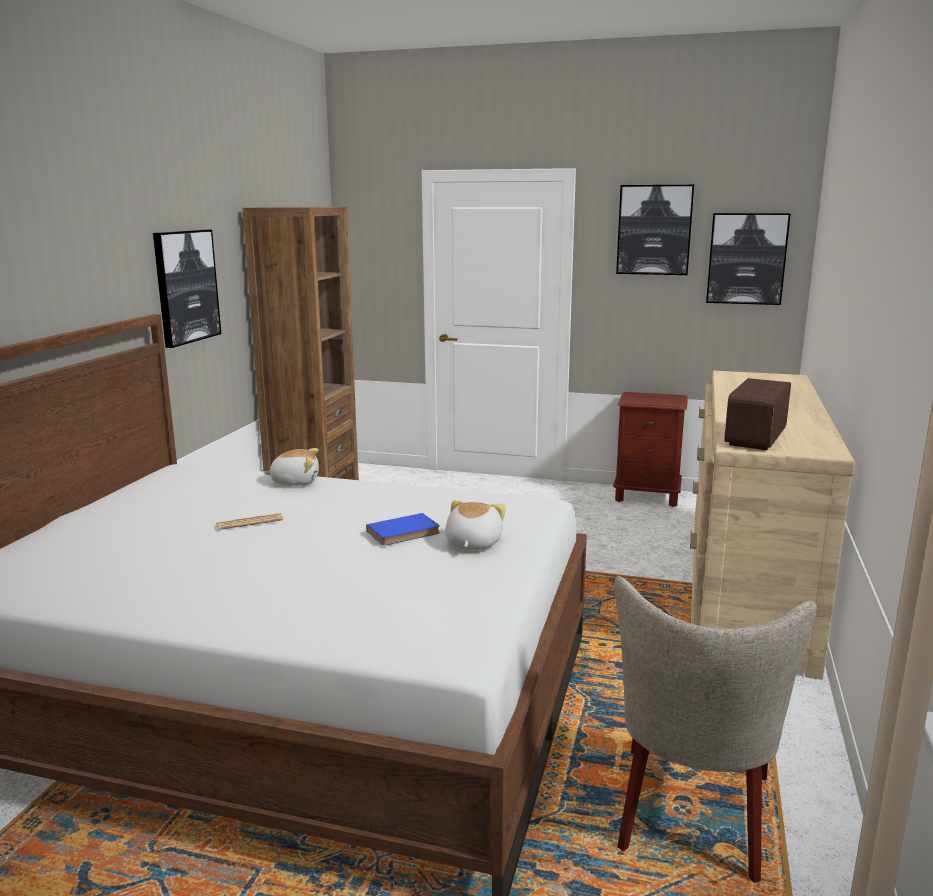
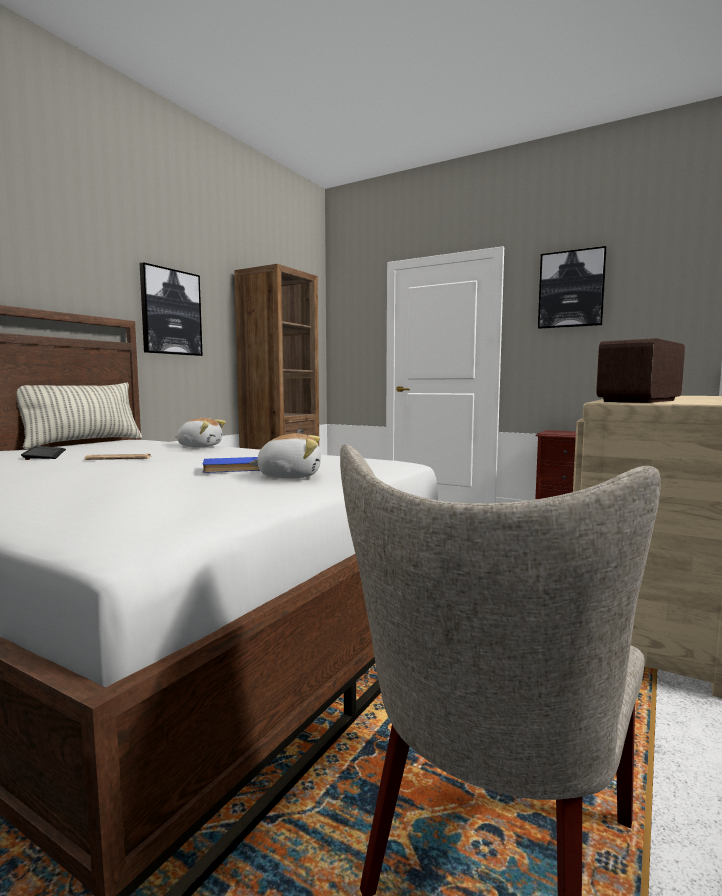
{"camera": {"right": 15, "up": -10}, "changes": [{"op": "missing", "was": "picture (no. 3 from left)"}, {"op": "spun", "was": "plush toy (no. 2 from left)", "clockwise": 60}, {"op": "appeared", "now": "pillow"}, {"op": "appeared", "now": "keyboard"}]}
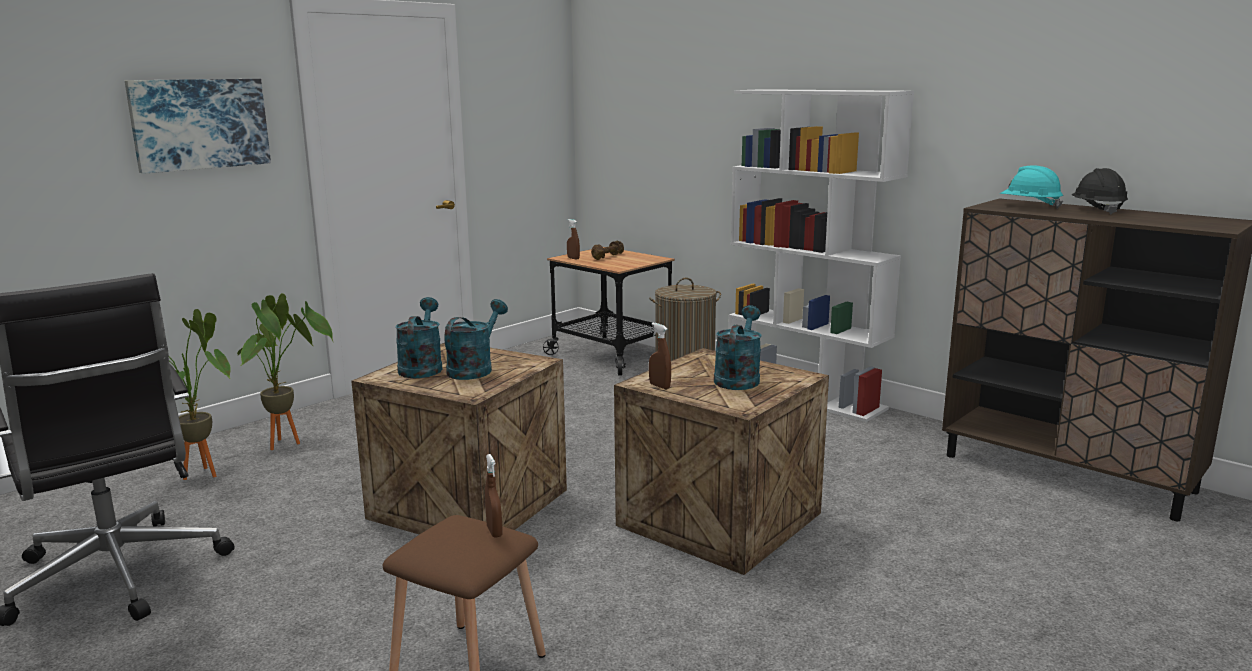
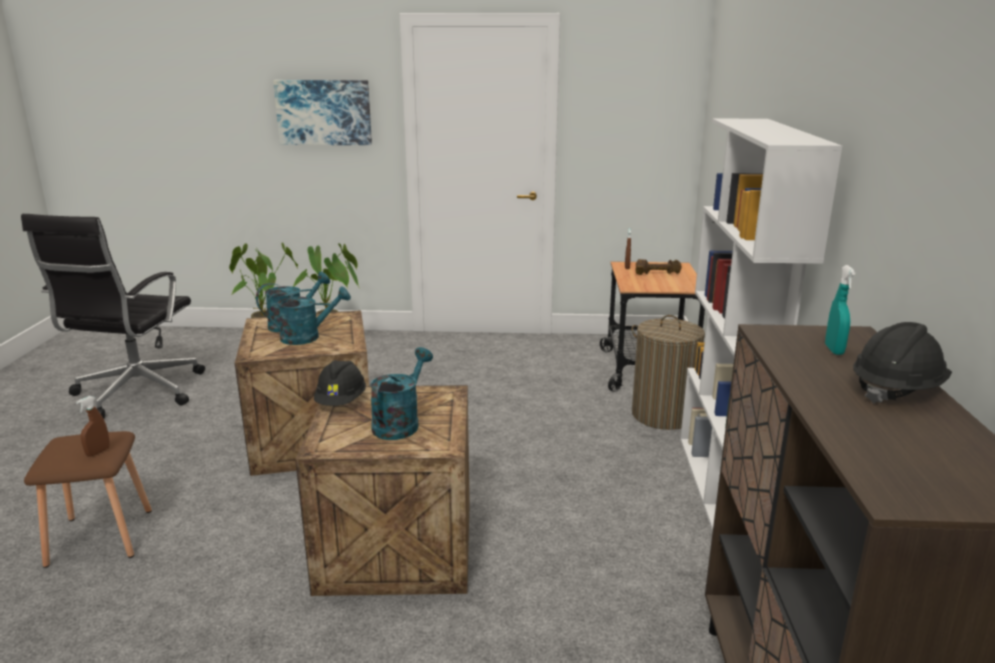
{"camera": {"right": 50, "up": 5}, "changes": [{"op": "exchanged", "was": "turquoise hard hat", "now": "turquoise spray bottle"}, {"op": "spun", "was": "turquoise watering can (no. 3 from left)", "clockwise": -45}, {"op": "exchanged", "was": "brown spray bottle (no. 3 from left)", "now": "black hard hat (no. 1 from left)"}]}
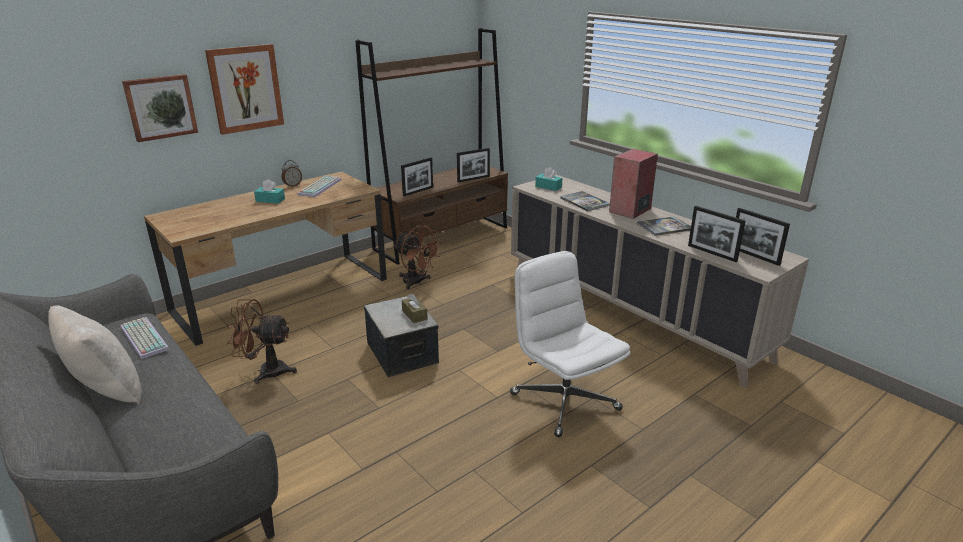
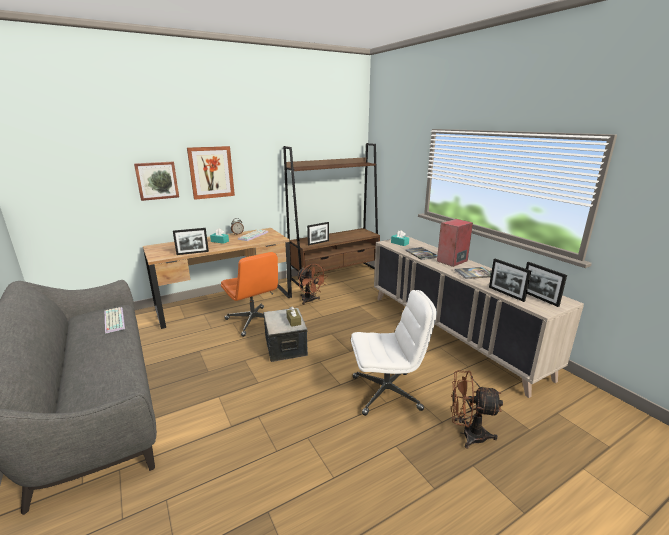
{"camera": {"right": 10, "up": -5}, "changes": [{"op": "relocated", "was": "picture frame (no. 2 from left in the first image)", "now": "picture frame (no. 1 from left)"}, {"op": "spun", "was": "white office chair", "clockwise": 105}, {"op": "relocated", "was": "brown fan (no. 1 from left in the first image)", "now": "brown fan (no. 2 from left)"}, {"op": "missing", "was": "beige pillow"}, {"op": "appeared", "now": "orange office chair"}]}
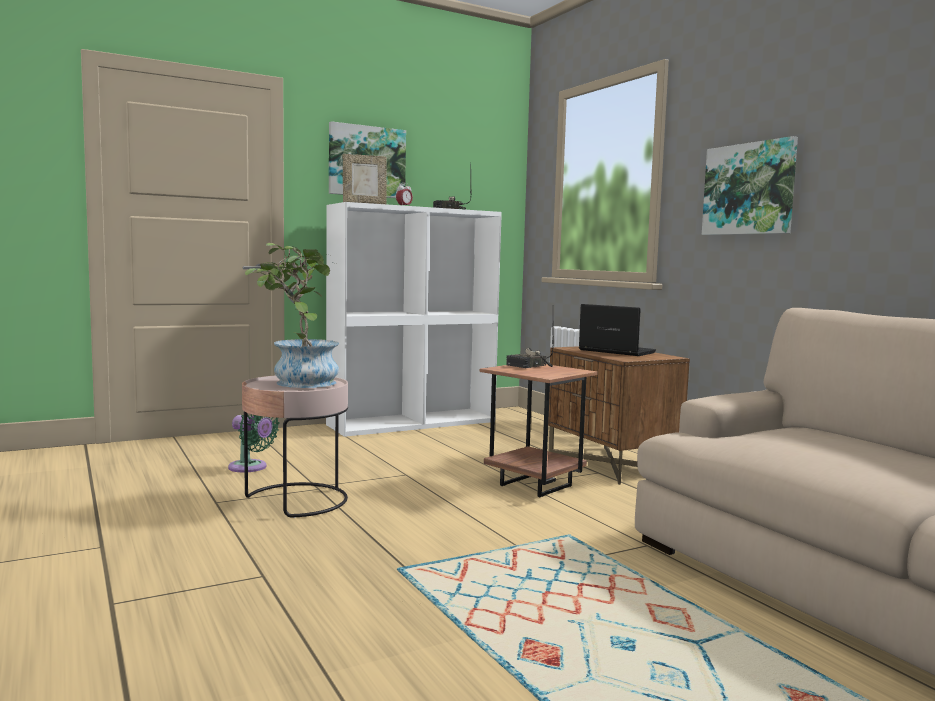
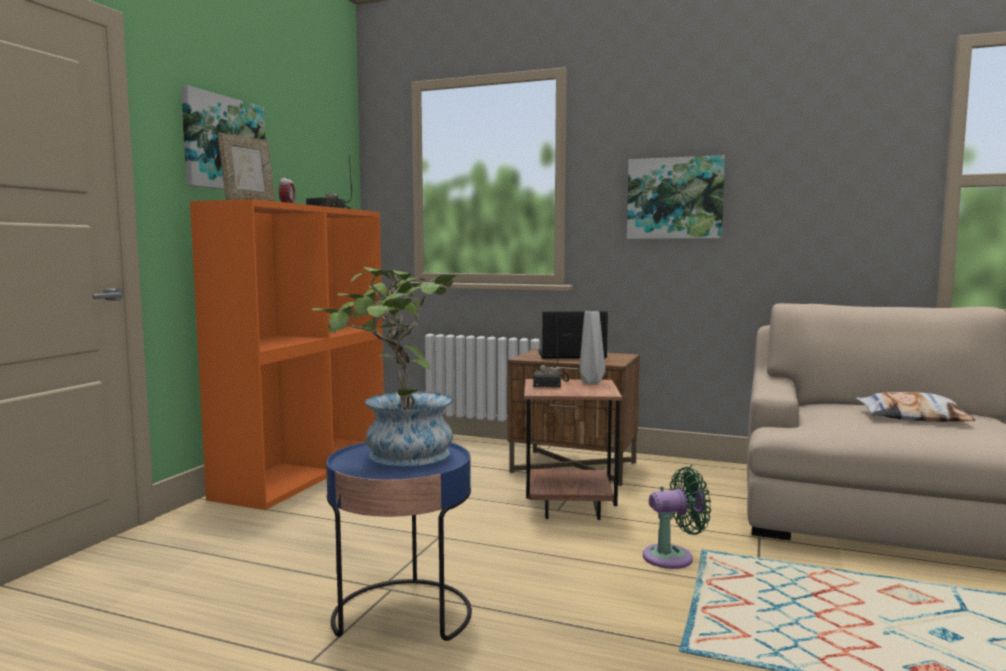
{"camera": {"right": -40, "up": 0}, "changes": [{"op": "colour", "was": "white bookcase", "now": "orange bookcase"}, {"op": "colour", "was": "pink side table", "now": "blue side table"}, {"op": "relocated", "was": "green fan"}, {"op": "appeared", "now": "grey vase"}, {"op": "appeared", "now": "pillow"}]}
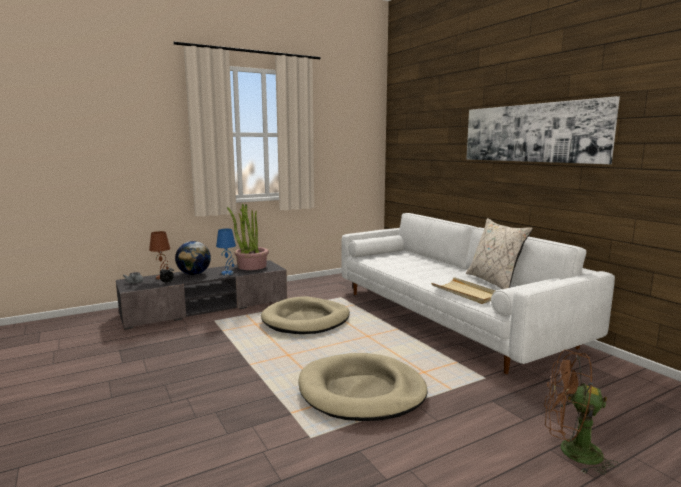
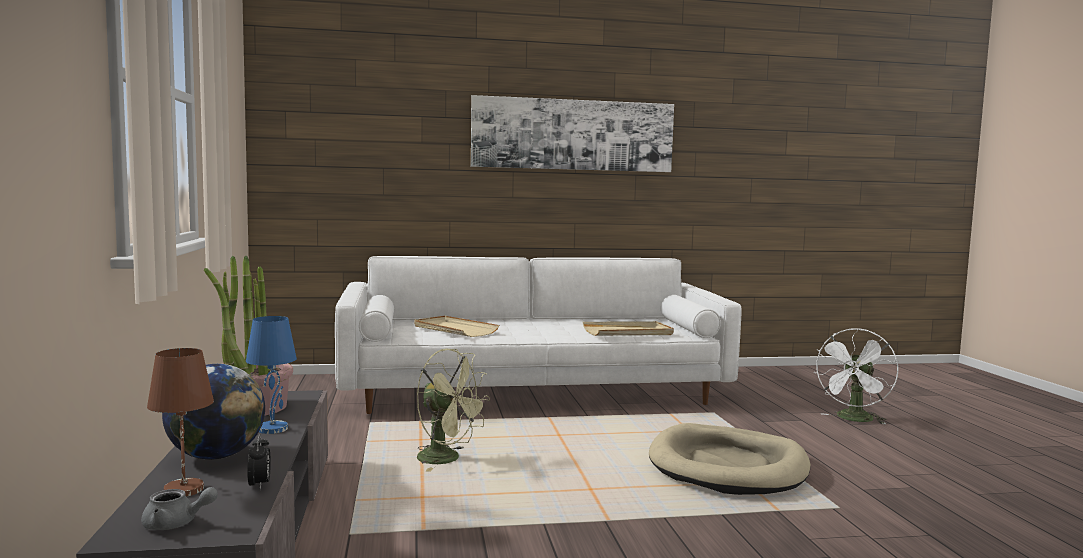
{"camera": {"right": -70, "up": -5}, "changes": [{"op": "missing", "was": "beige pillow"}, {"op": "exchanged", "was": "beige dog bed (no. 1 from left)", "now": "green fan"}, {"op": "colour", "was": "brown fan", "now": "white fan"}, {"op": "appeared", "now": "beige tray (no. 1 from left)"}]}
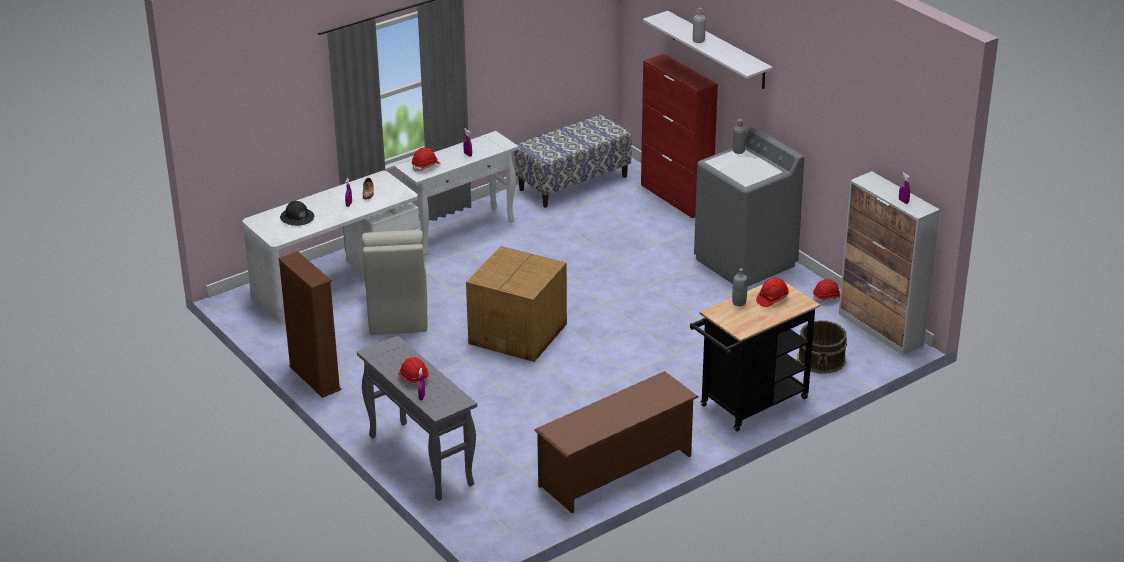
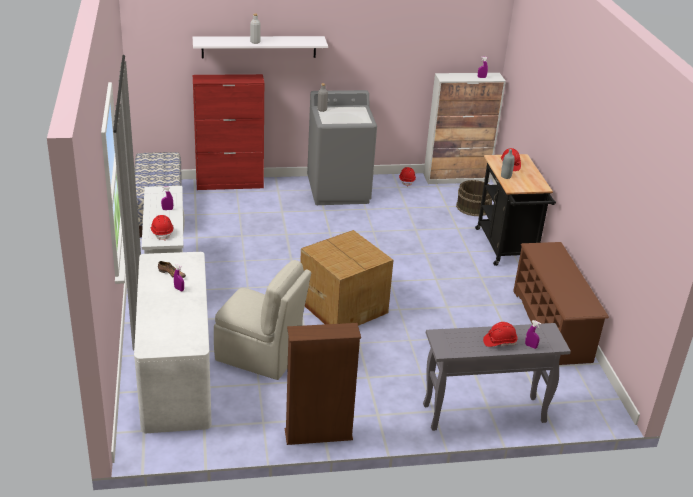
{"camera": {"right": -65, "up": 0}, "changes": [{"op": "missing", "was": "black hard hat"}]}
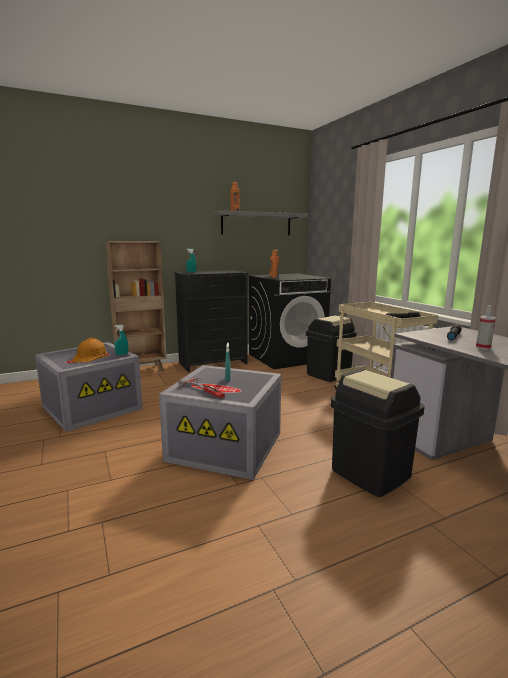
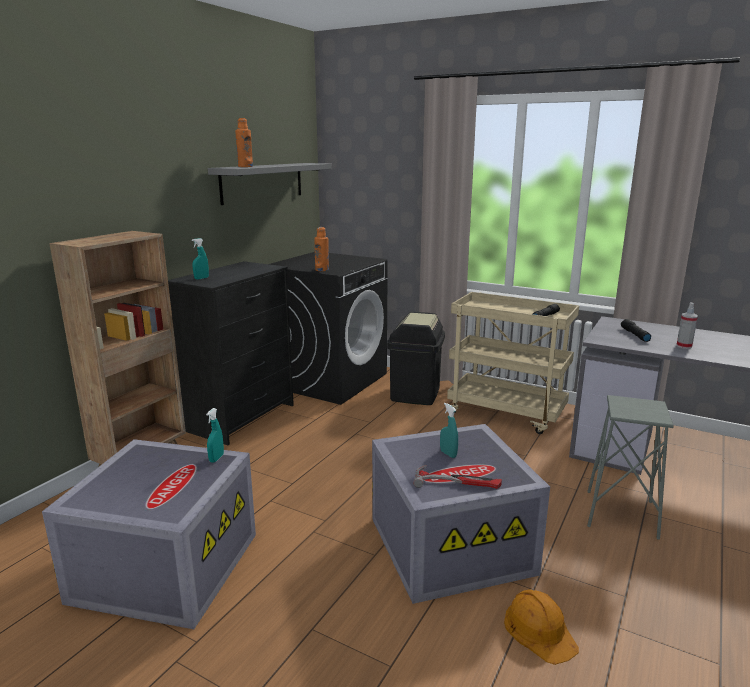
{"camera": {"right": -35, "up": 5}, "changes": [{"op": "relocated", "was": "orange hard hat"}, {"op": "exchanged", "was": "black trash can (no. 2 from left)", "now": "grey stool"}]}
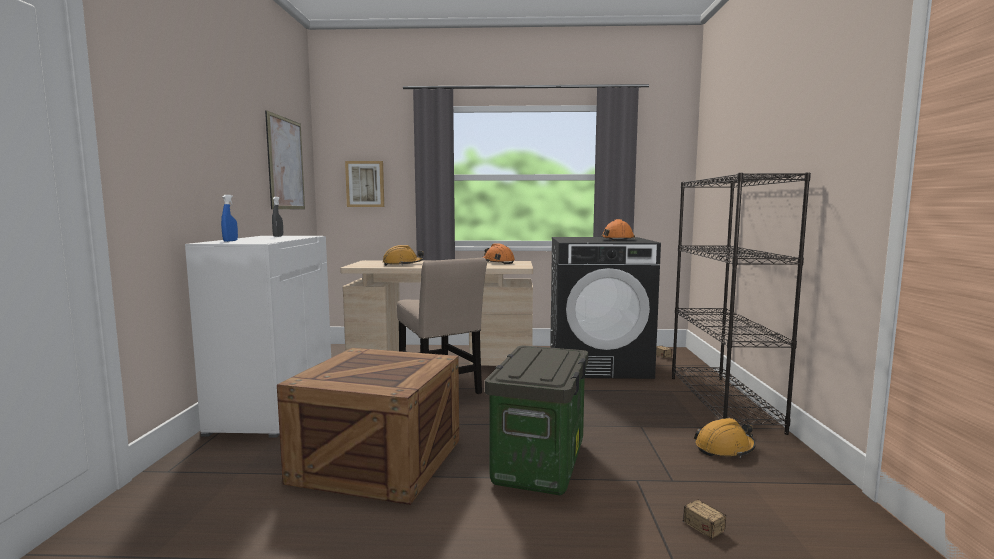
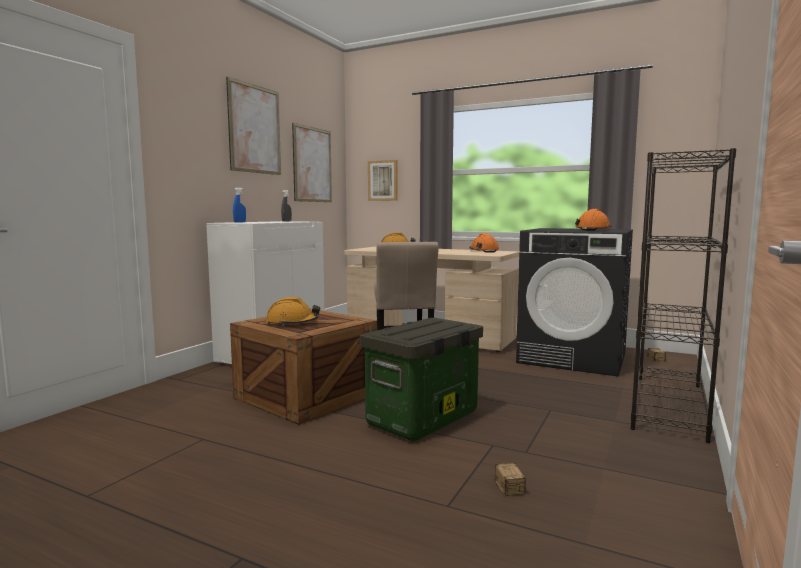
{"camera": {"right": 25, "up": 0}, "changes": [{"op": "relocated", "was": "orange hard hat (no. 4 from left in the first image)", "now": "orange hard hat (no. 1 from left)"}, {"op": "appeared", "now": "picture (no. 1 from left)"}]}
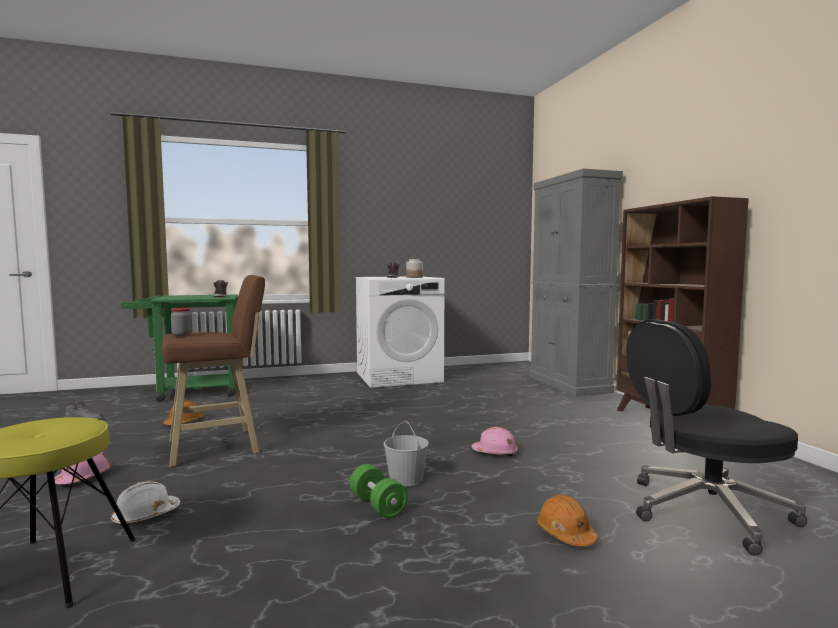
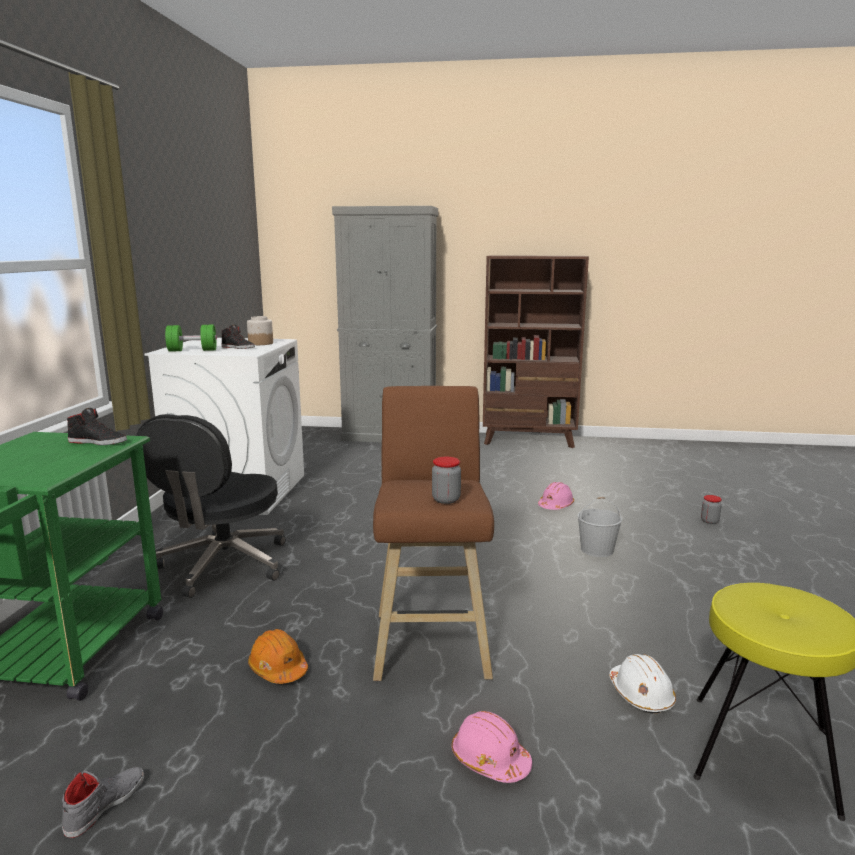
{"camera": {"right": -65, "up": 10}, "changes": [{"op": "relocated", "was": "black office chair"}, {"op": "relocated", "was": "green dumbbell"}, {"op": "exchanged", "was": "orange hard hat (no. 2 from left)", "now": "jar (no. 3 from left)"}]}
